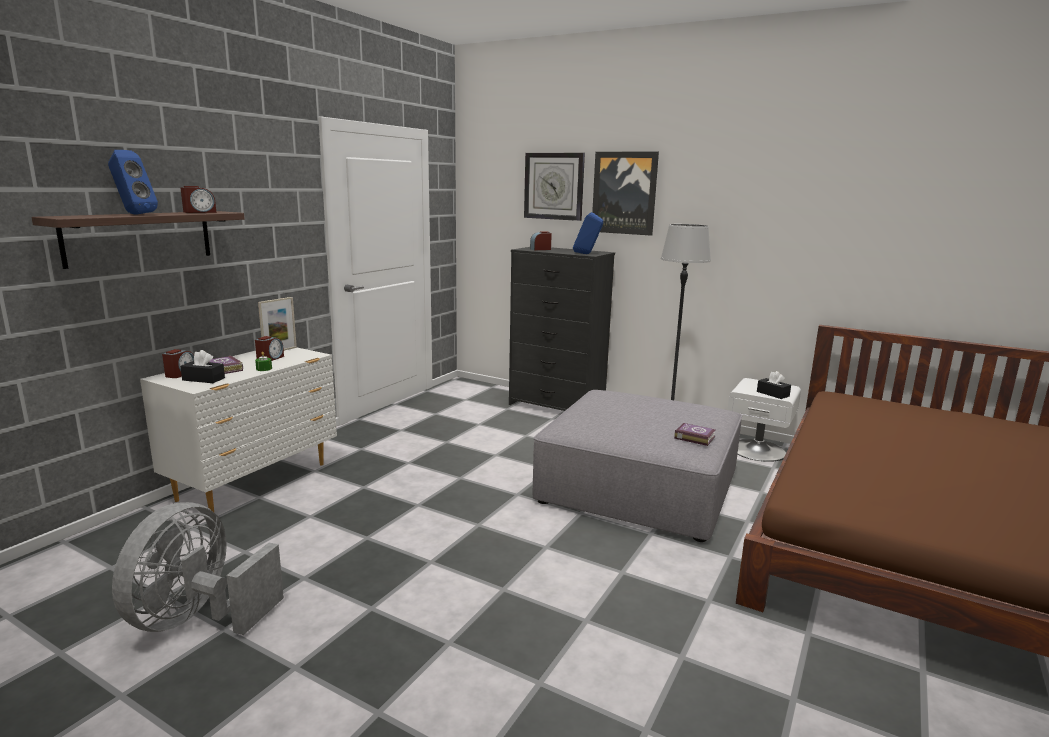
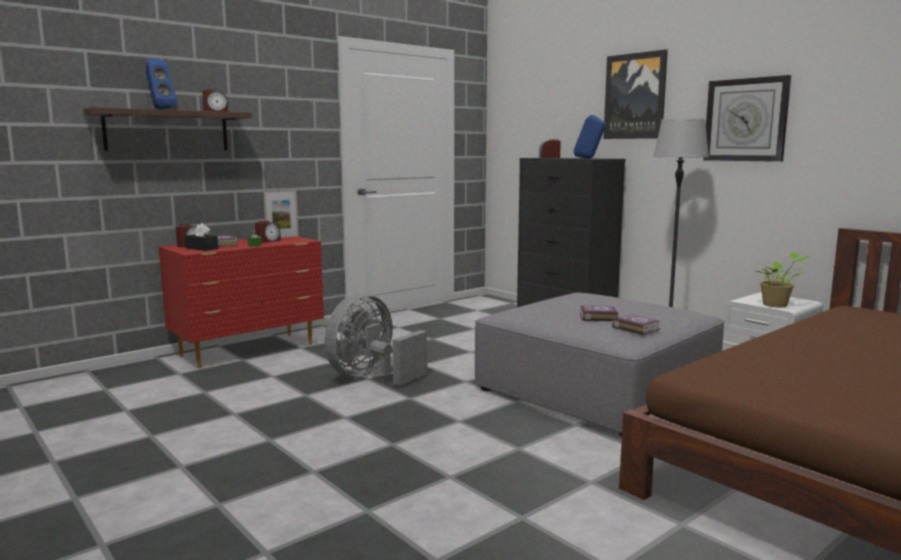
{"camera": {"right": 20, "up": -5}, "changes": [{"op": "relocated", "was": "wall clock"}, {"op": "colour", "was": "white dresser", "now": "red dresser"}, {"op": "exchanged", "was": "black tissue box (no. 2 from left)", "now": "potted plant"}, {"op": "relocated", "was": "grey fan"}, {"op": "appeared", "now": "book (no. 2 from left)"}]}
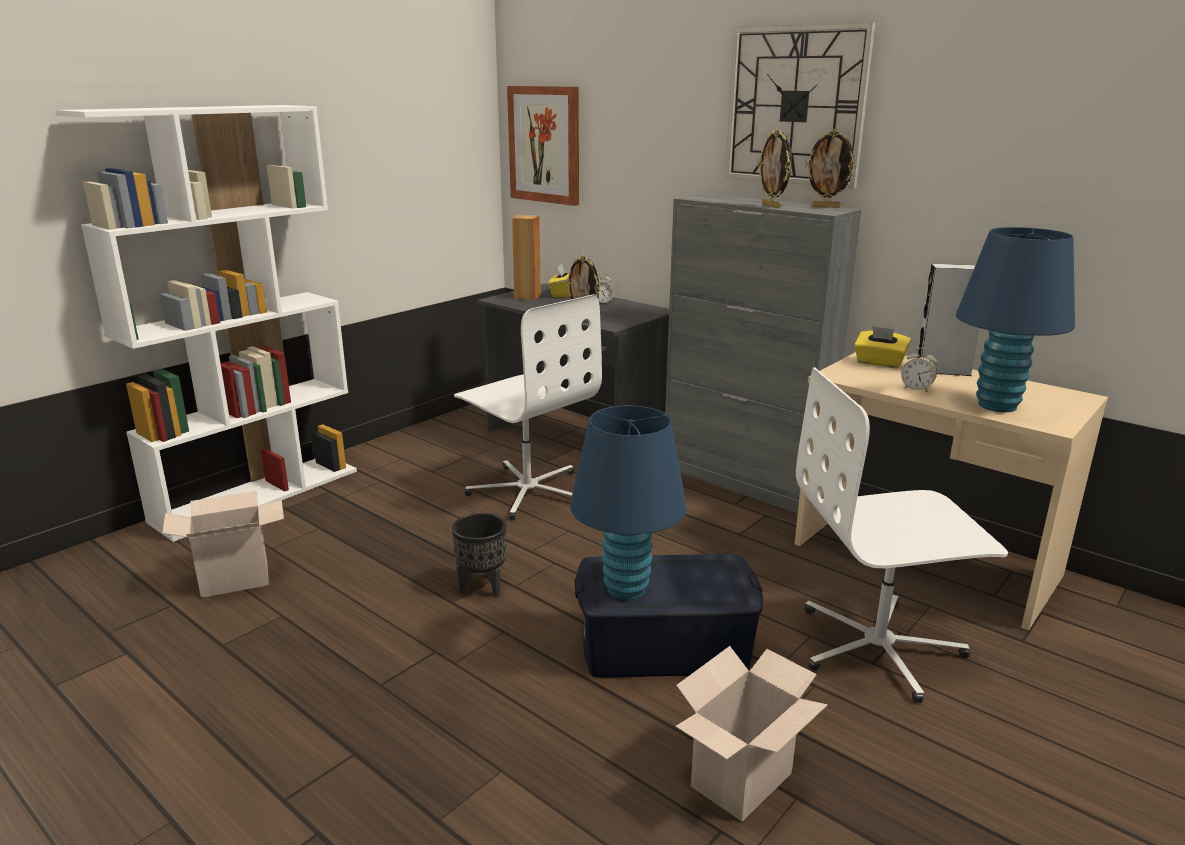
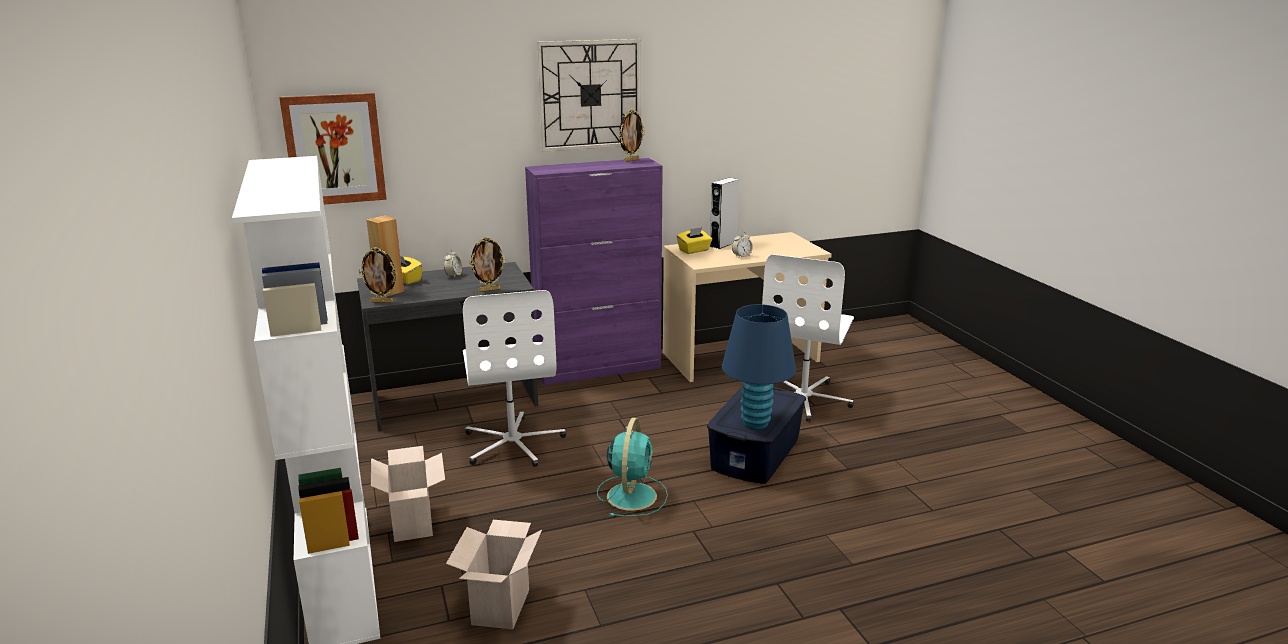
{"camera": {"right": -60, "up": 0}, "changes": [{"op": "relocated", "was": "picture frame (no. 2 from left in the first image)", "now": "picture frame (no. 1 from left)"}, {"op": "colour", "was": "grey cabinet", "now": "purple cabinet"}, {"op": "missing", "was": "blue table lamp (no. 2 from left)"}, {"op": "spun", "was": "white office chair (no. 1 from left)", "clockwise": 90}, {"op": "exchanged", "was": "black planter", "now": "turquoise fan"}, {"op": "relocated", "was": "cardboard box (no. 2 from left in the first image)", "now": "cardboard box (no. 1 from left)"}]}
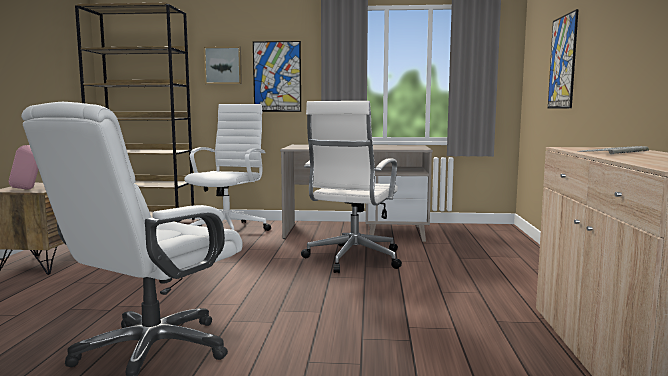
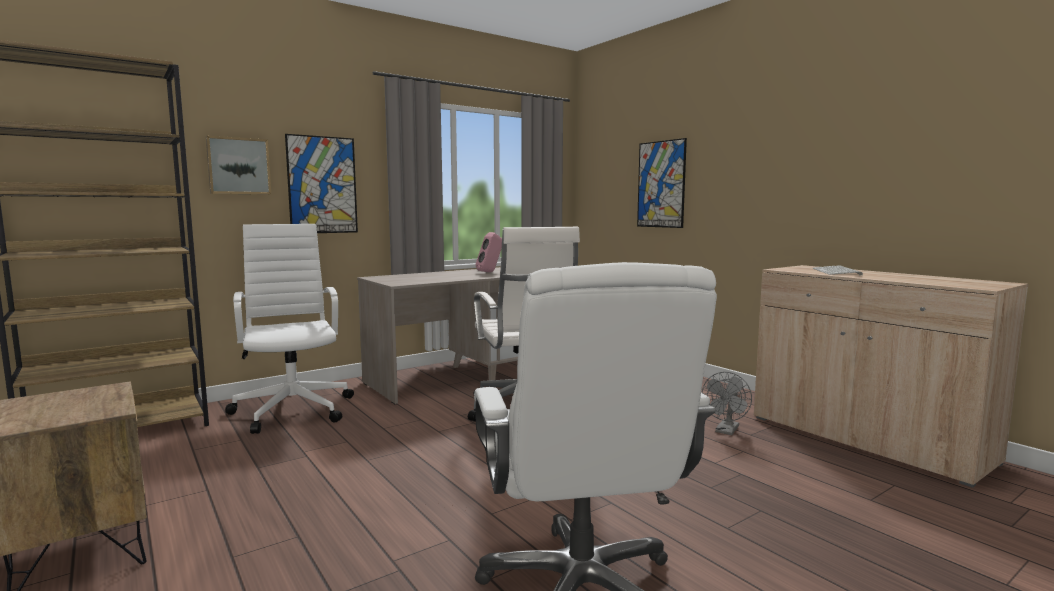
{"camera": {"right": -40, "up": 0}, "changes": [{"op": "relocated", "was": "pink speaker"}, {"op": "appeared", "now": "grey fan"}]}
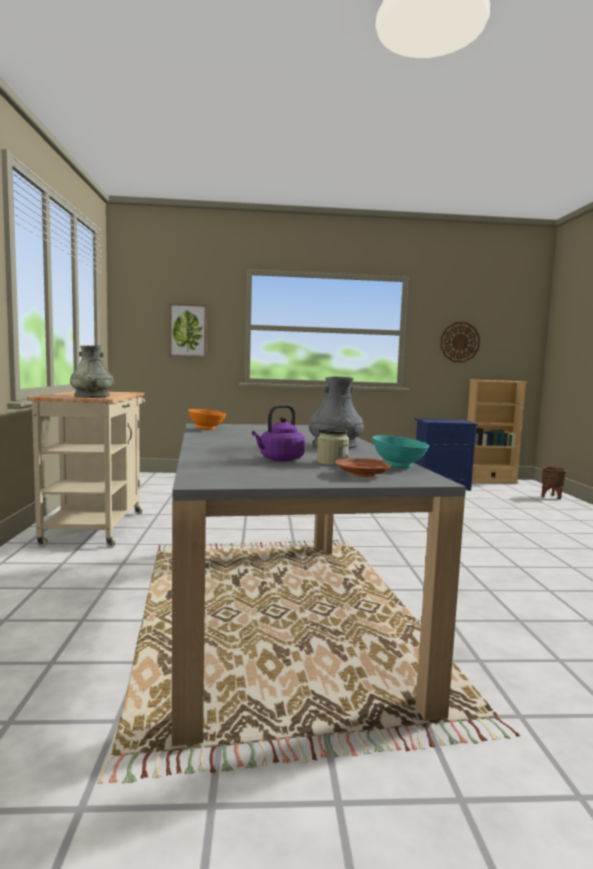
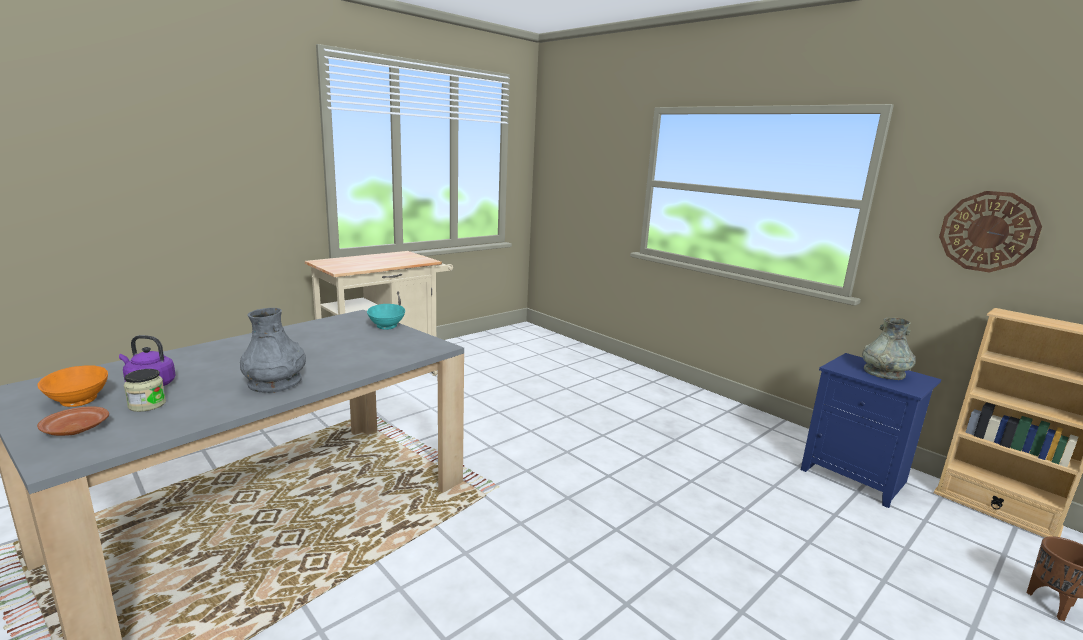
{"camera": {"right": 50, "up": 10}, "changes": [{"op": "missing", "was": "picture"}, {"op": "relocated", "was": "grey vase (no. 1 from left in the first image)", "now": "grey vase (no. 2 from left)"}, {"op": "relocated", "was": "orange bowl"}, {"op": "relocated", "was": "turquoise bowl"}]}
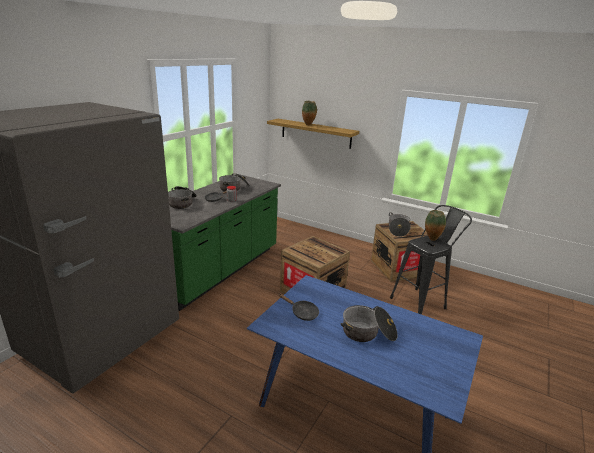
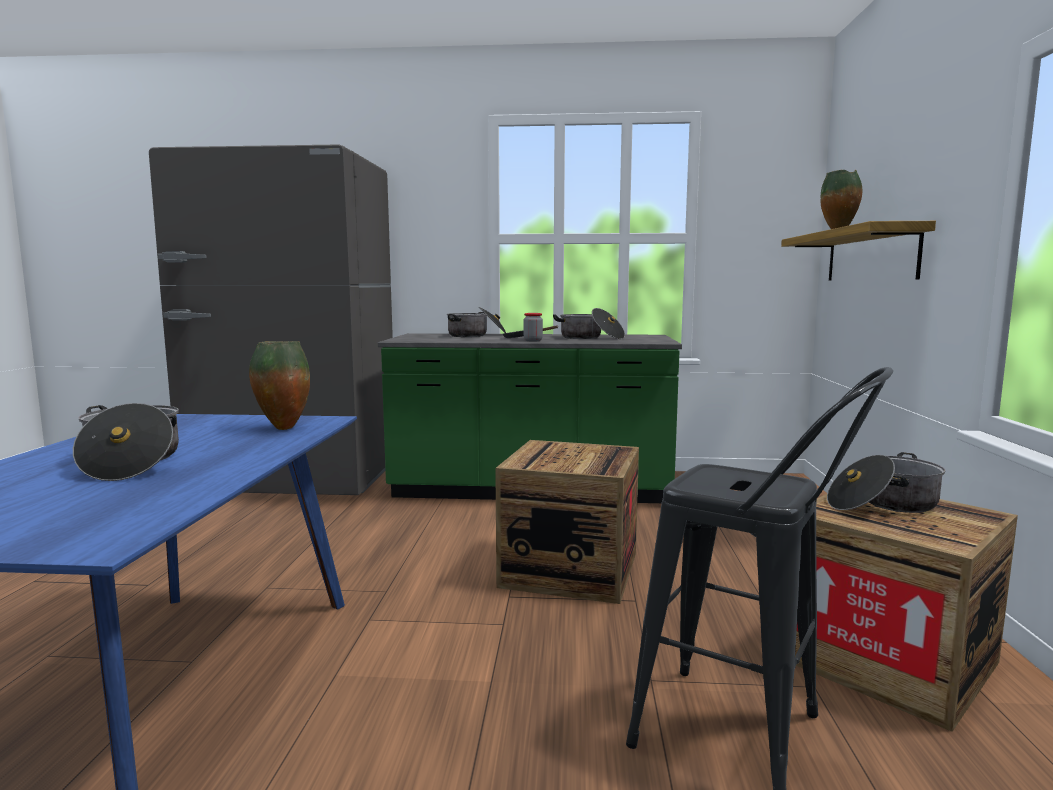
{"camera": {"right": 65, "up": -15}, "changes": [{"op": "relocated", "was": "vase (no. 2 from left in the first image)", "now": "vase (no. 1 from left)"}, {"op": "missing", "was": "black frying pan (no. 2 from left)"}]}
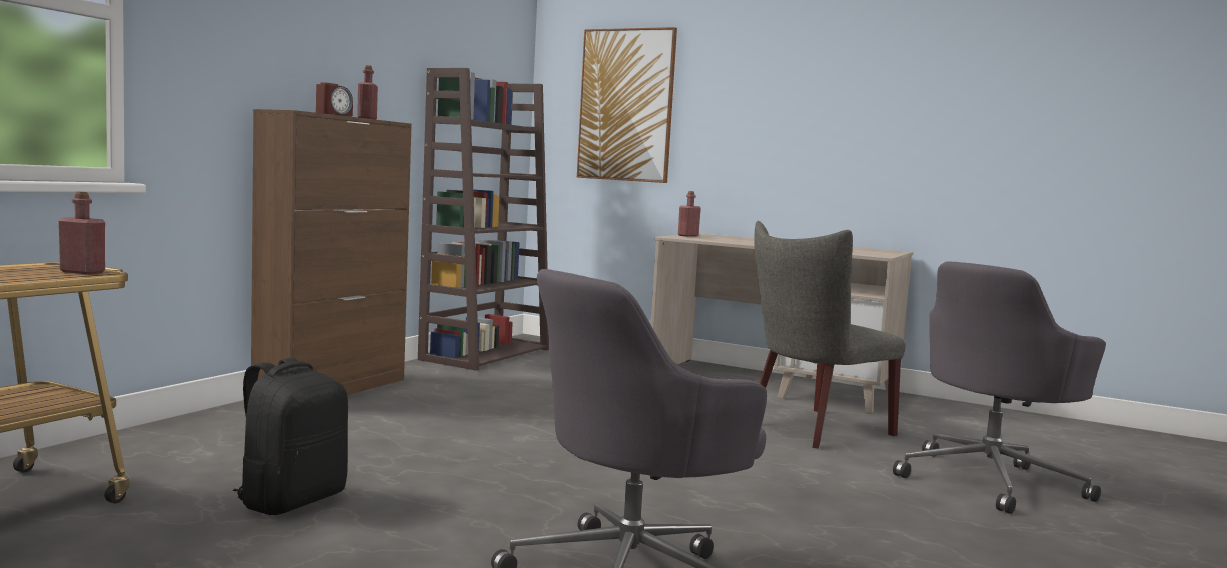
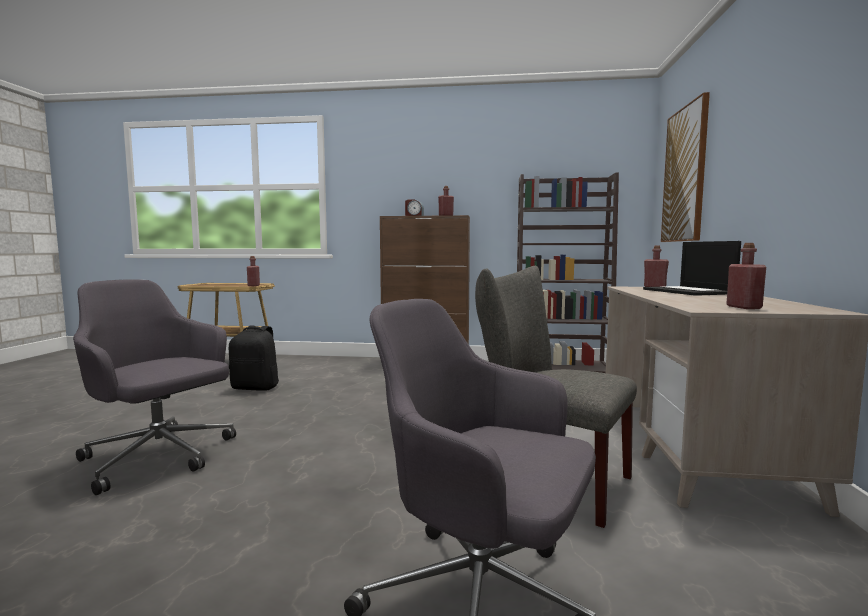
{"camera": {"right": 70, "up": 0}, "changes": [{"op": "appeared", "now": "laptop"}, {"op": "appeared", "now": "red bottle (no. 4 from left)"}]}
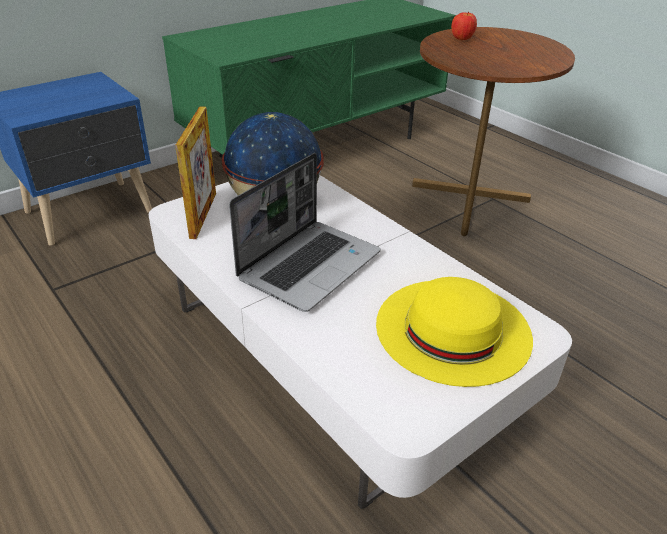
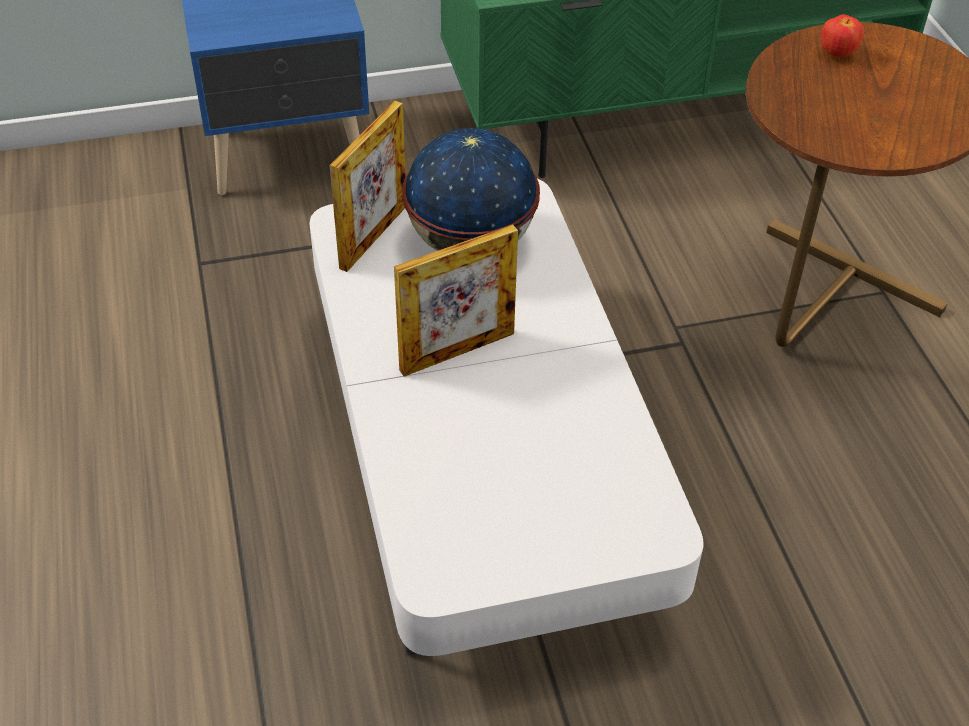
{"camera": {"right": 25, "up": 10}, "changes": [{"op": "exchanged", "was": "laptop", "now": "picture frame (no. 2 from left)"}, {"op": "missing", "was": "yellow hat"}]}
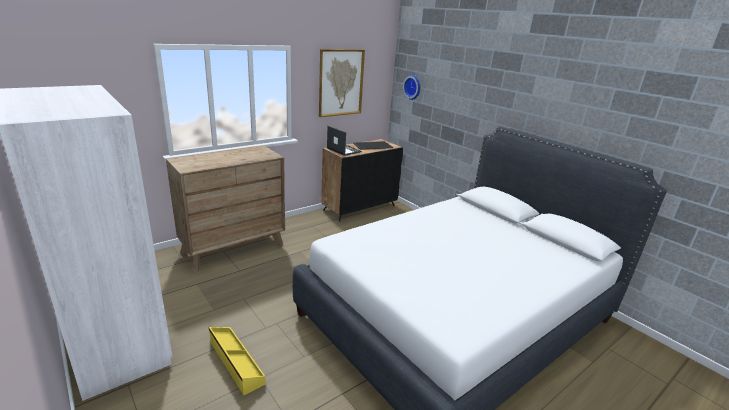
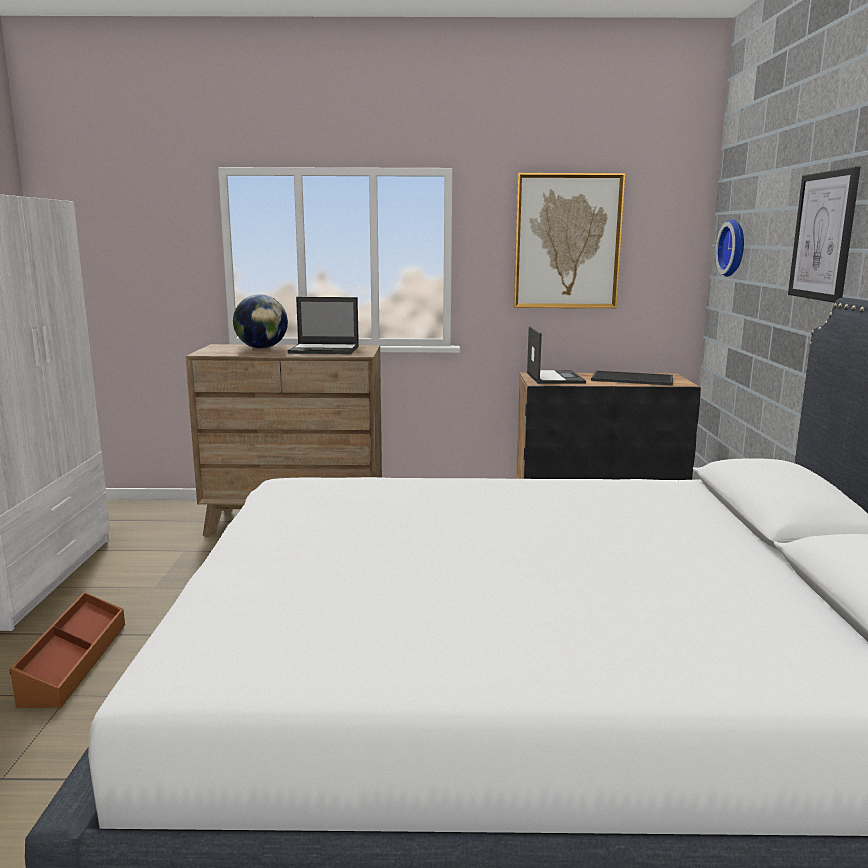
{"camera": {"right": 40, "up": -10}, "changes": [{"op": "colour", "was": "yellow storage box", "now": "brown storage box"}, {"op": "appeared", "now": "picture (no. 2 from left)"}, {"op": "appeared", "now": "globe"}, {"op": "appeared", "now": "laptop (no. 1 from left)"}]}
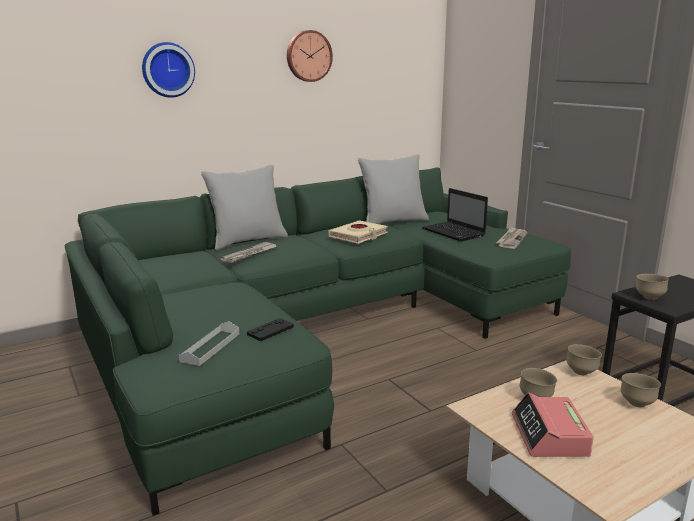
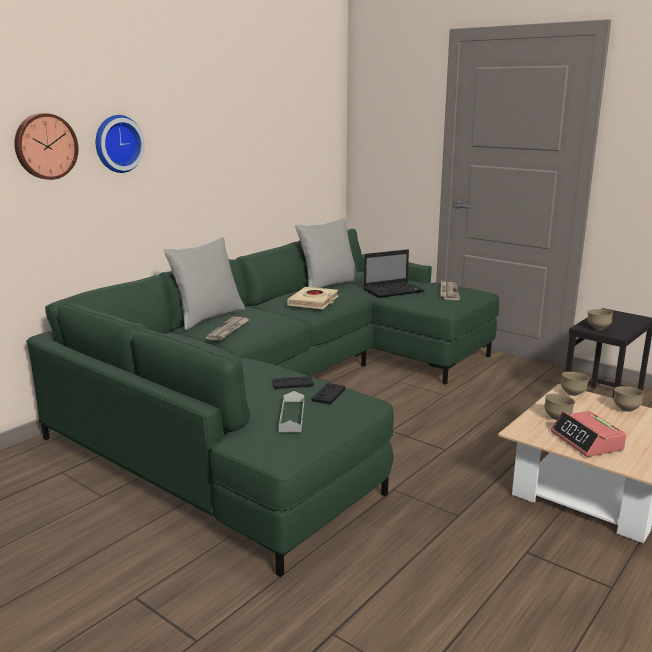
{"camera": {"right": -20, "up": 0}, "changes": [{"op": "relocated", "was": "wall clock (no. 2 from left in the first image)", "now": "wall clock (no. 1 from left)"}, {"op": "spun", "was": "laptop", "clockwise": -60}, {"op": "appeared", "now": "black game controller (no. 1 from left)"}]}
